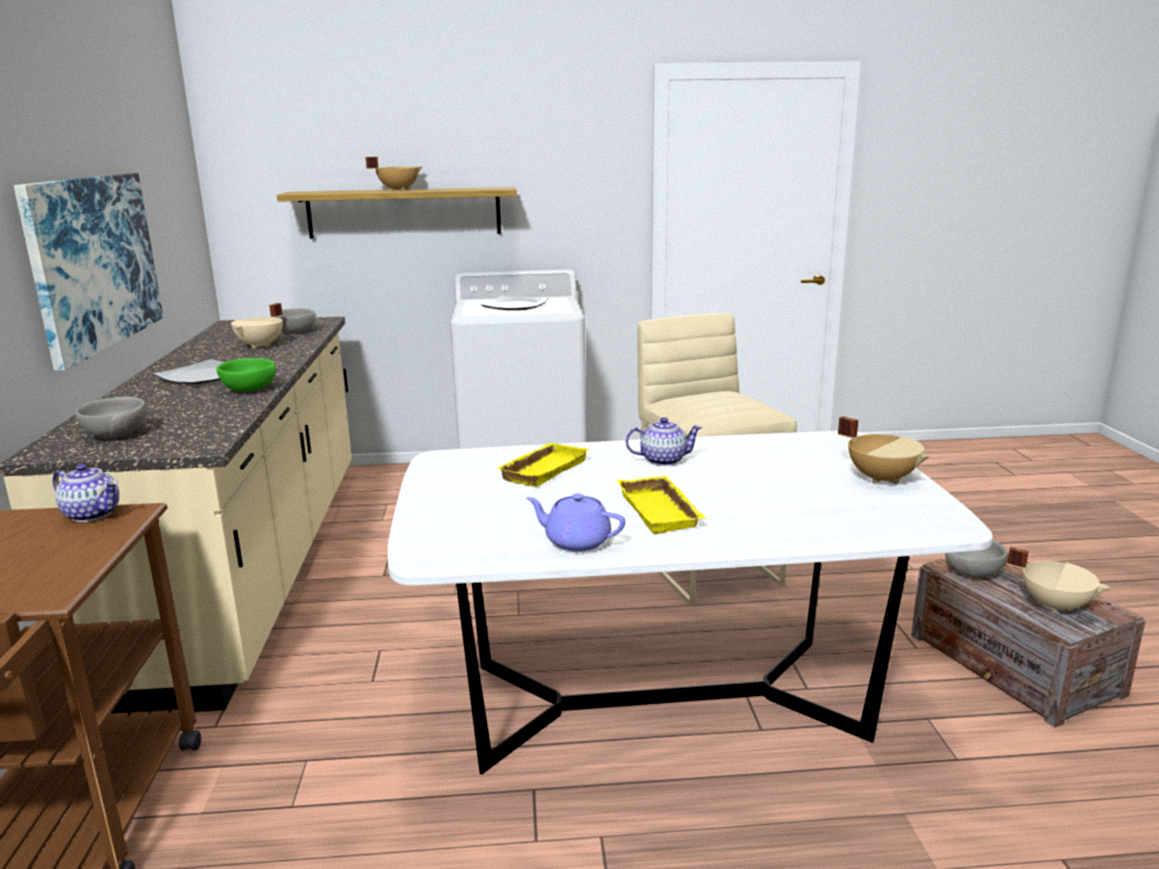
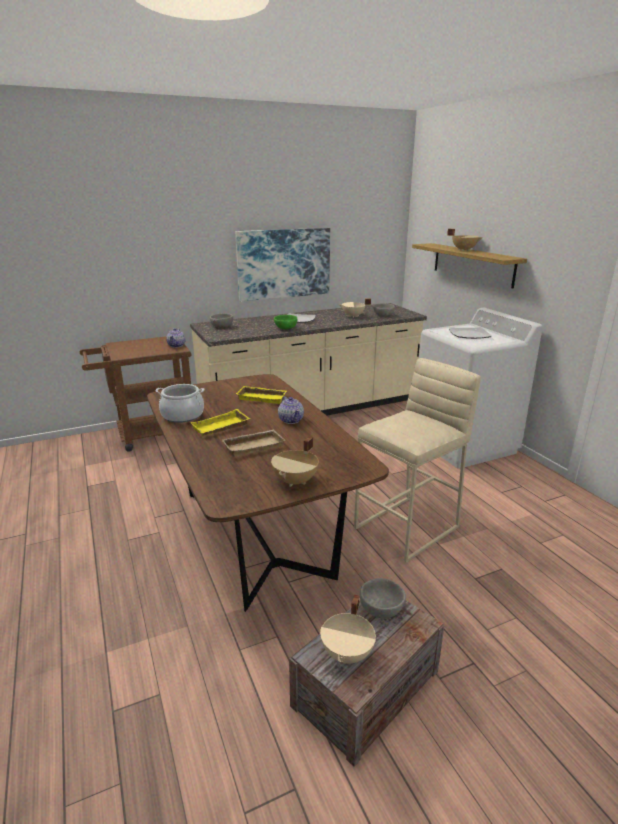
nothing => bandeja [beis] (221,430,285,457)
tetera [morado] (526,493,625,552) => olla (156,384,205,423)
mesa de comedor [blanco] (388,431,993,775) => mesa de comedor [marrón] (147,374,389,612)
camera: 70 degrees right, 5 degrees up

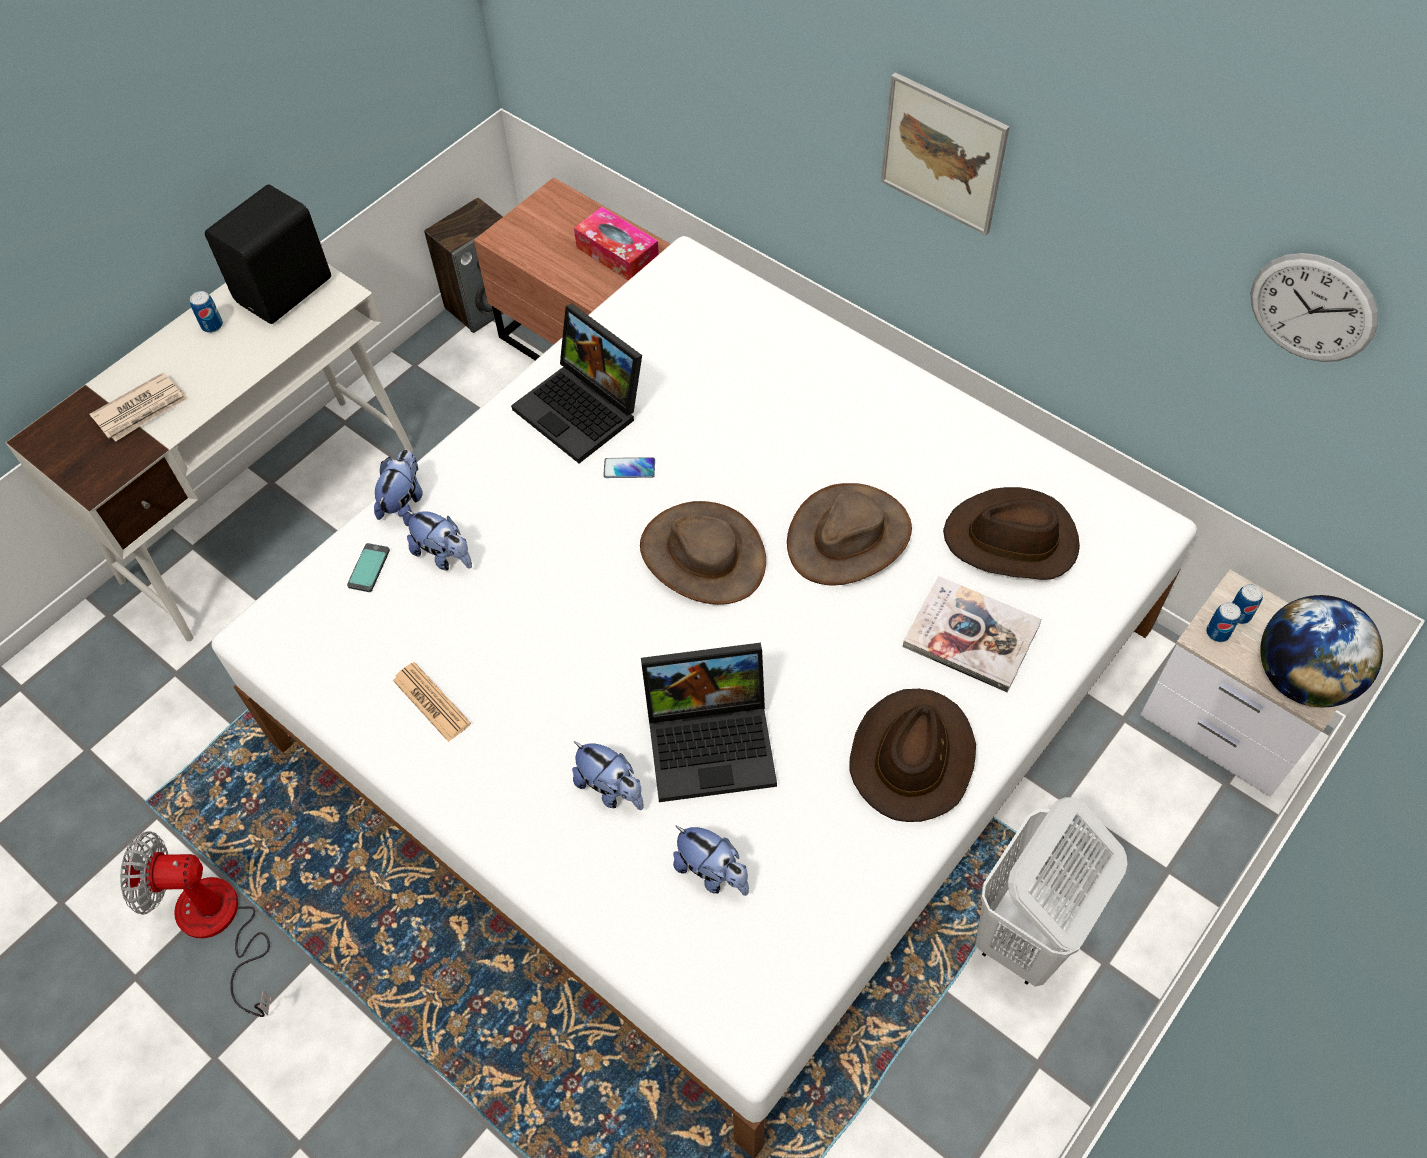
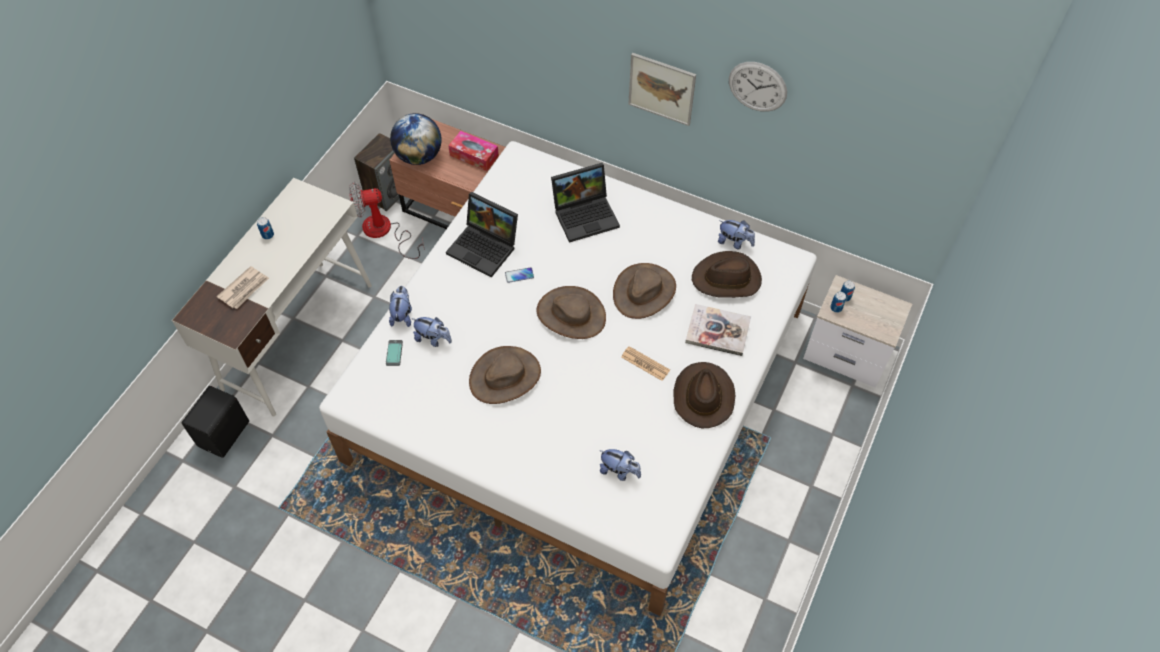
cesto de la ropa [blanco] (976,797,1127,987) => nothing
nothing => sombrero [marrón] (469,346,541,404)
ventilador (120,831,271,1017) => ventilador (349,182,425,259), relocated
altavoz [negro] (205,185,331,324) => altavoz [negro] (182,386,249,458), relocated
periódico (393,662,471,742) => periódico (621,346,670,381), relocated
peluche (572,741,644,810) => peluche (718,220,755,249), relocated
portátil (641,643,777,802) => portátil (551,163,620,243), relocated
reloj de pared (1251,253,1378,362) => reloj de pared (729,62,787,112), relocated
globo terráqueo (1260,595,1383,707) => globo terráqueo (390,113,442,165), relocated
camera: 15 degrees left, 0 degrees up

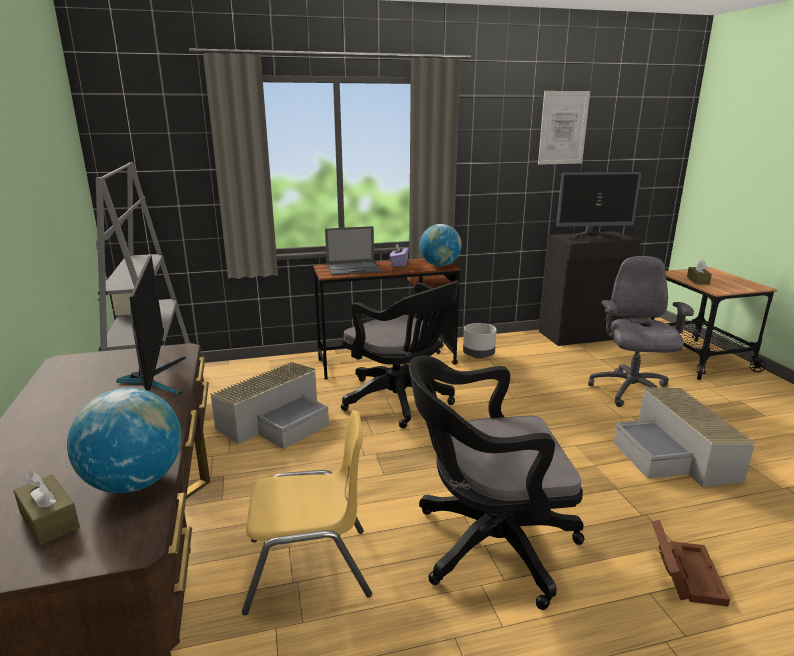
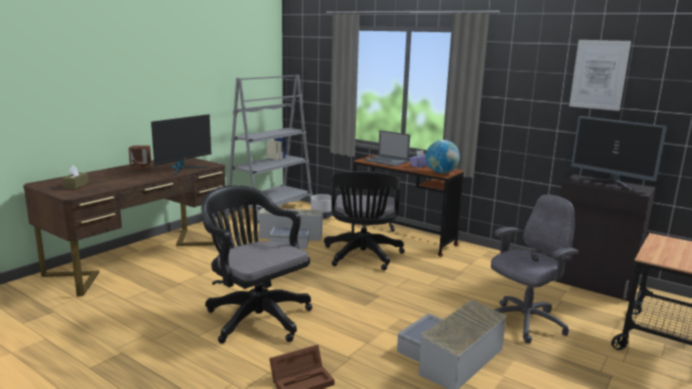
globo terráqueo (67,388,181,493) => nothing
silla [amarillo] (242,410,372,615) => nothing
caja de pañuelos [marrón] (687,260,712,285) => nothing
nothing => altavoz [marrón] (129,145,151,170)
maceta [gris] (463,323,497,358) => maceta [gris] (311,194,333,219), relocated
camera: 50 degrees right, 5 degrees down

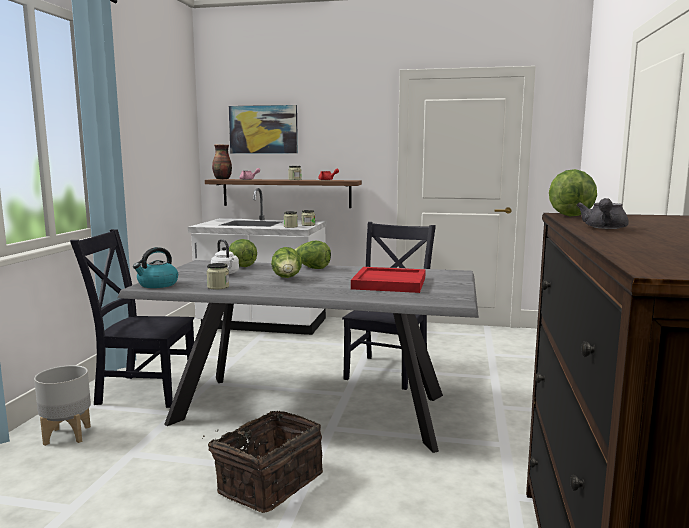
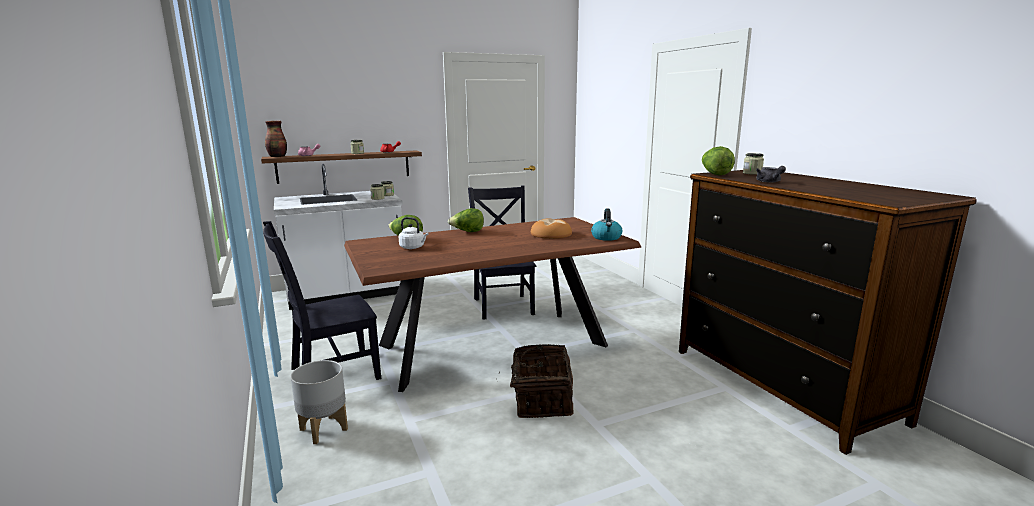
cuadro (229,105,298,154) => nothing
lechuga (271,247,302,278) => nothing
hervidor (133,247,178,288) => hervidor (591,209,622,241), relocated
tarro (207,263,229,289) => tarro (743,153,764,175), relocated
bandeja [rojo] (351,267,426,293) => pan (531,218,572,239)
mesa de comedor [gris] (117,260,479,453) => mesa de comedor [marrón] (344,217,641,392)
camera: 35 degrees left, 5 degrees up

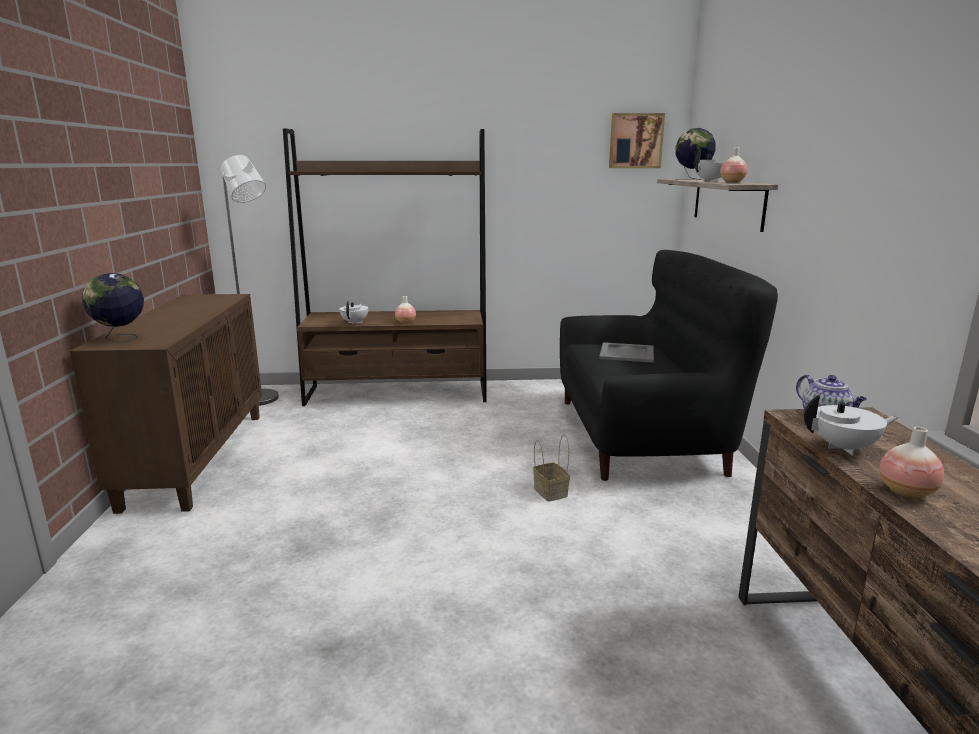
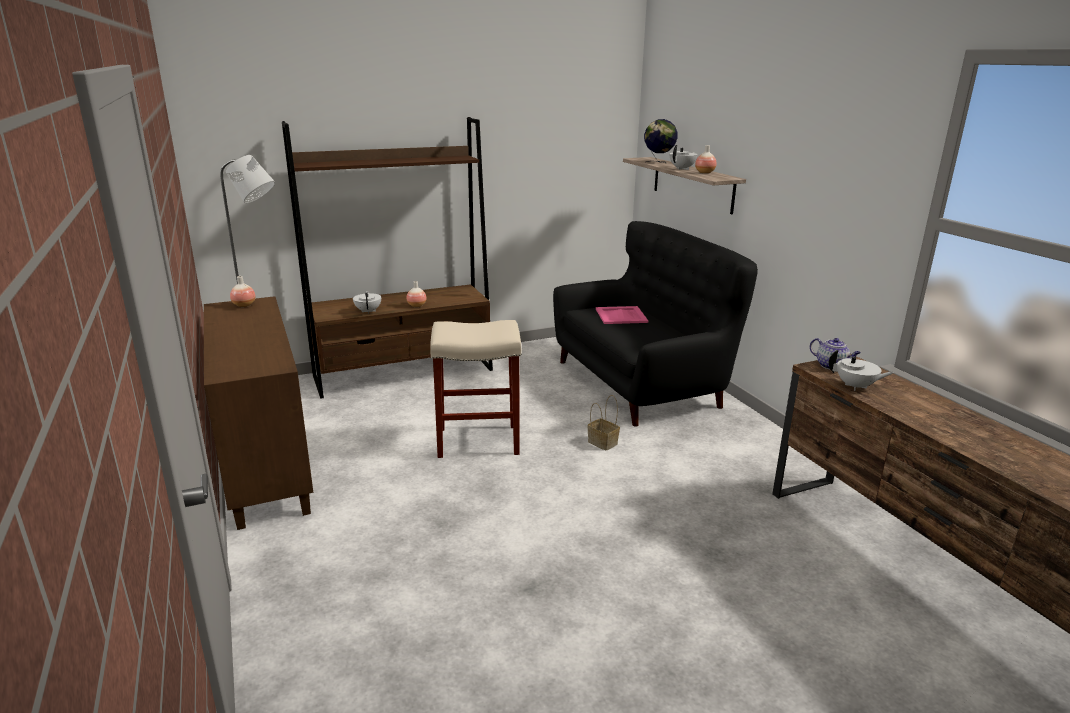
globo terráqueo (82,273,144,343) => nothing
cuadro (609,113,665,168) => nothing
nothing => taburete [beis] (430,320,521,458)
florero (879,427,944,498) => florero (230,276,255,307), relocated
bandeja [gris] (599,342,654,363) => bandeja [rosa] (596,306,648,324)
tetera [blanco] (804,395,899,456) => tetera [blanco] (829,350,894,391), 45 degrees clockwise
camera: 20 degrees left, 5 degrees up

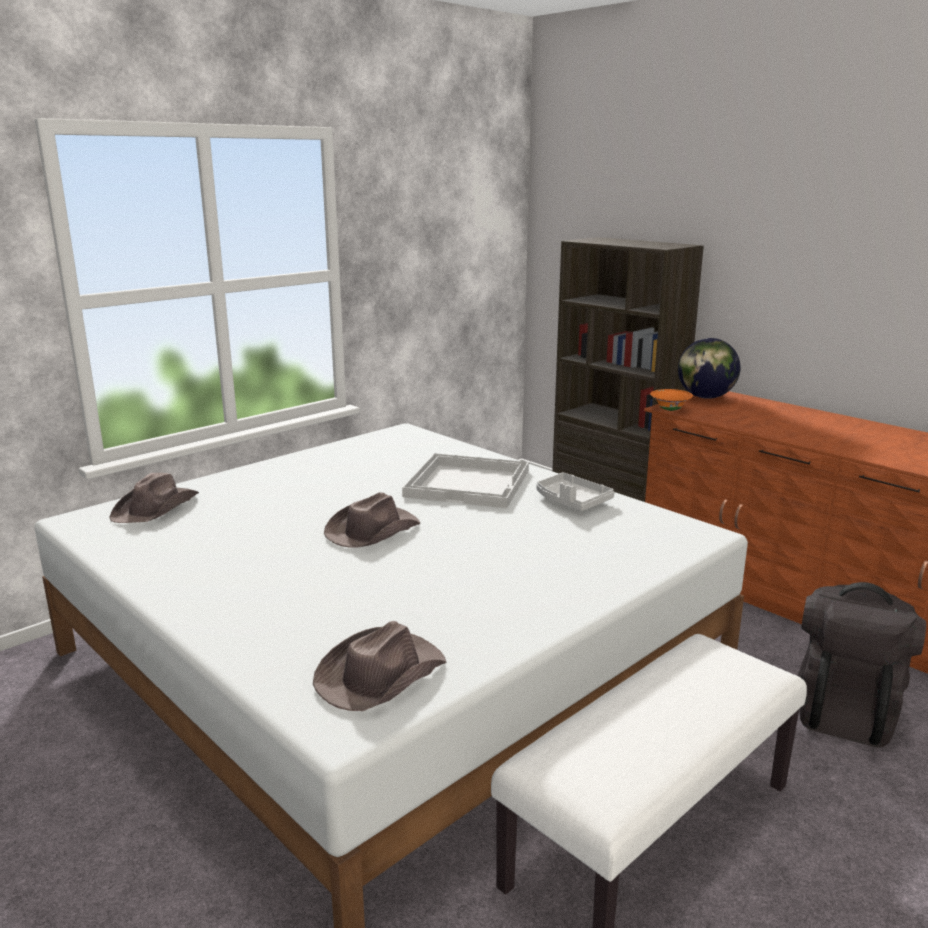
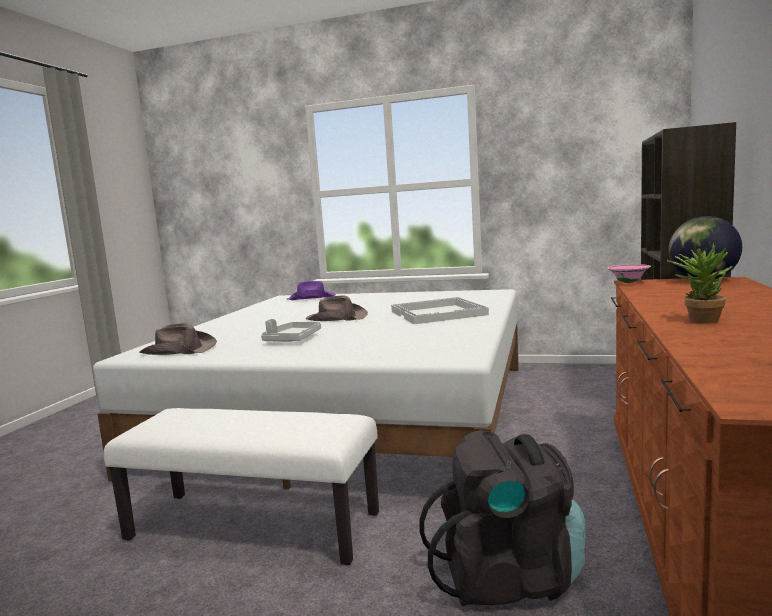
nothing => planta en maceta (667,243,733,324)
bandeja [gris] (536,472,614,511) => bandeja [gris] (261,319,321,342), relocated
sombrero [marrón] (109,473,199,523) => sombrero [morado] (287,281,336,300)
cuenco [naranja] (650,389,693,411) => cuenco [rosa] (607,264,651,283)
camera: 60 degrees right, 10 degrees down

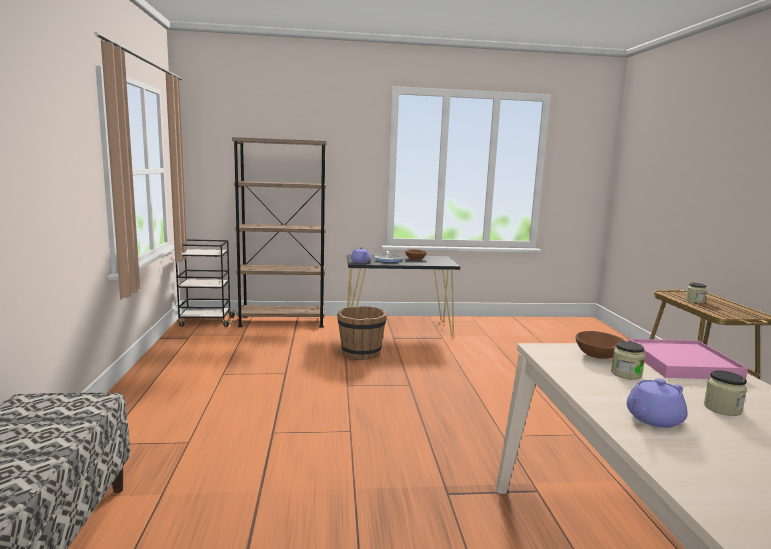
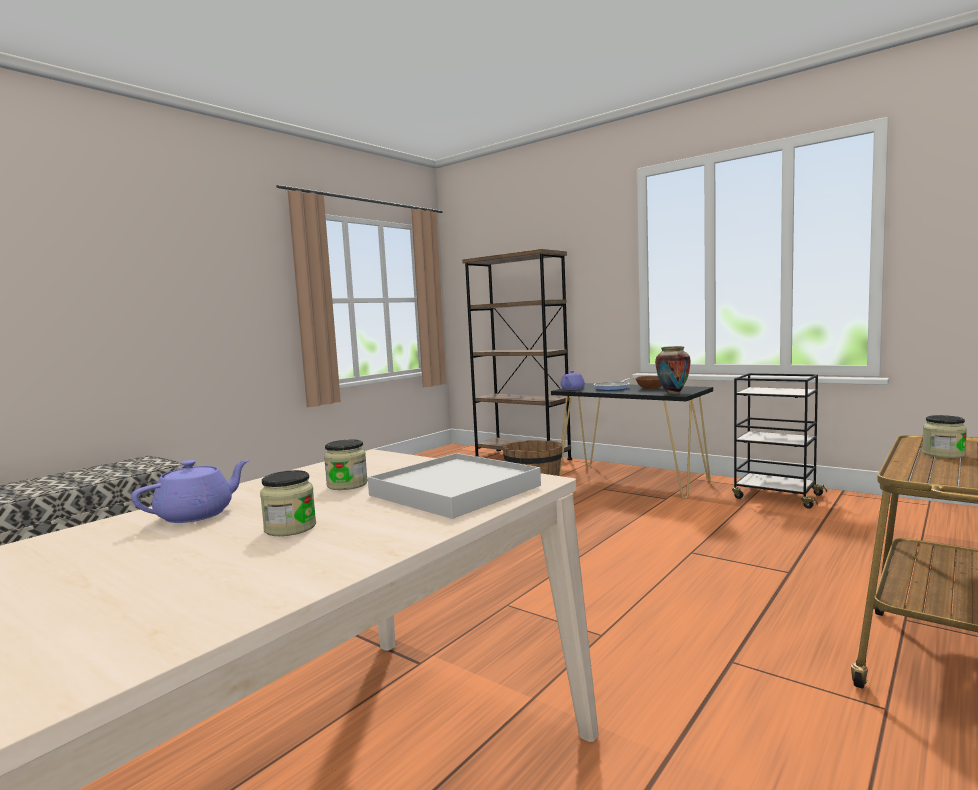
cuenco [marrón] (576,331,624,359) => nothing
nothing => florero (655,346,691,394)
carrito [negro] (176,239,237,327) => carrito [negro] (732,373,827,509), relocated
bandeja [rosa] (628,339,748,379) => bandeja [blanco] (368,453,541,519)
tetera [morado] (627,378,687,428) => tetera [morado] (131,460,249,523), 120 degrees clockwise
camera: 45 degrees right, 5 degrees down

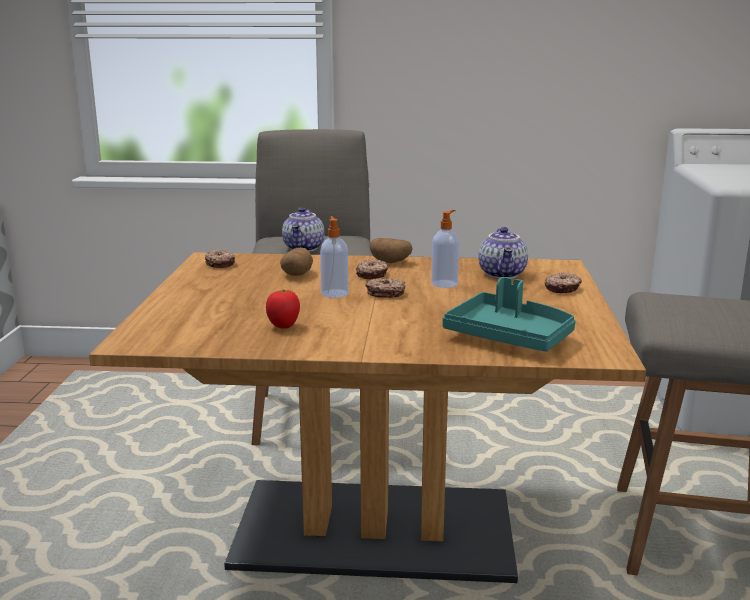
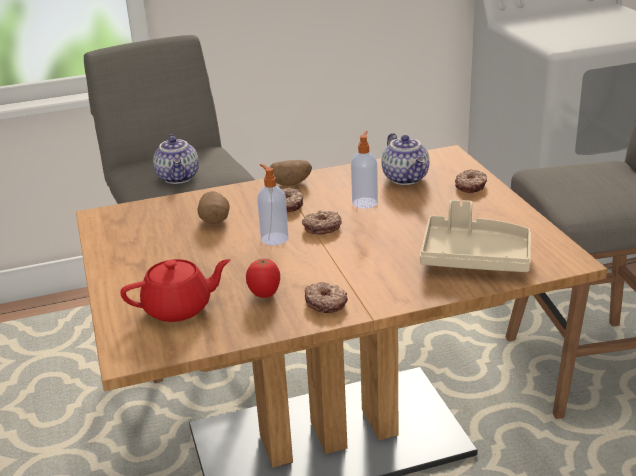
nothing => tetera [rojo] (120,259,230,322)
rosquilla (205,249,235,268) => rosquilla (305,282,348,313), relocated
bandeja [turquesa] (443,277,576,352) => bandeja [beis] (420,200,531,272)
camera: 20 degrees left, 10 degrees up

